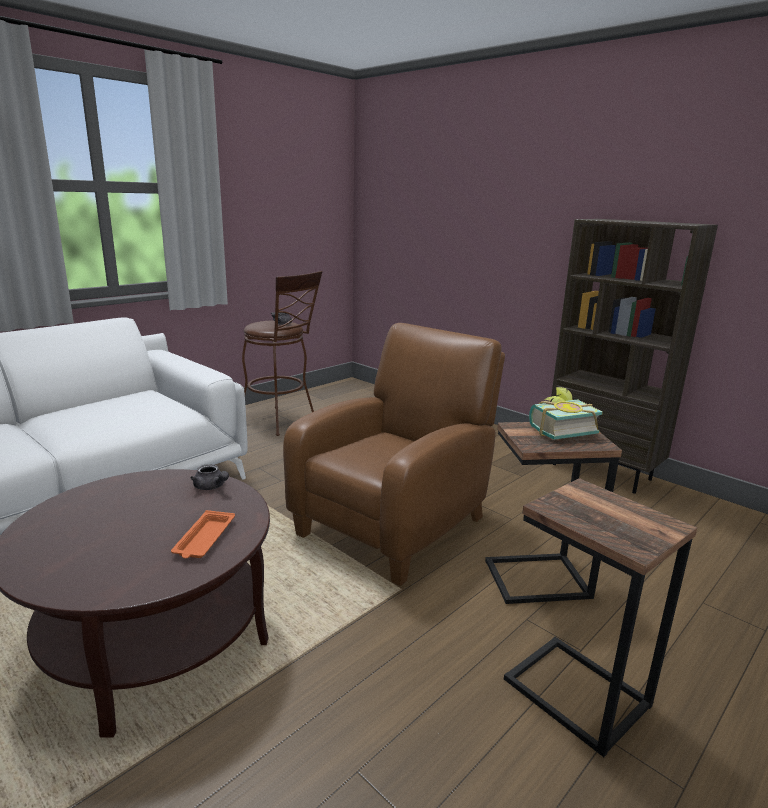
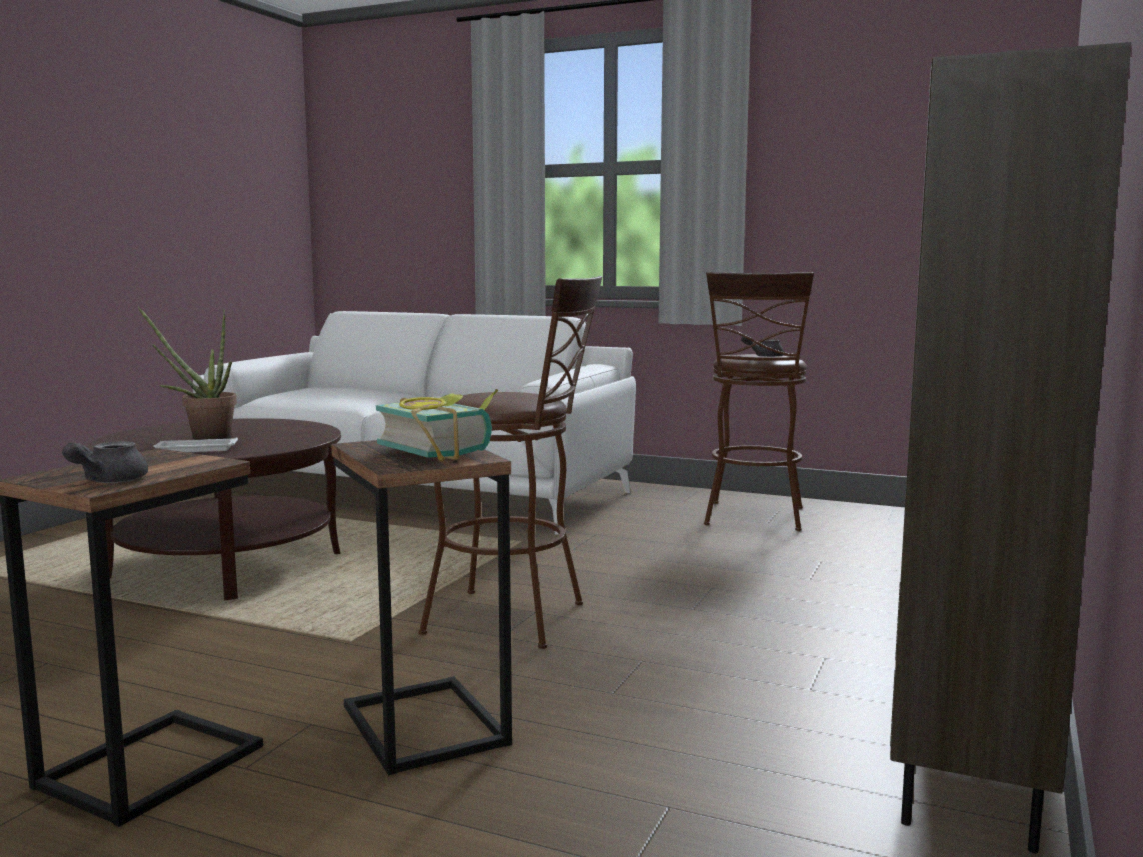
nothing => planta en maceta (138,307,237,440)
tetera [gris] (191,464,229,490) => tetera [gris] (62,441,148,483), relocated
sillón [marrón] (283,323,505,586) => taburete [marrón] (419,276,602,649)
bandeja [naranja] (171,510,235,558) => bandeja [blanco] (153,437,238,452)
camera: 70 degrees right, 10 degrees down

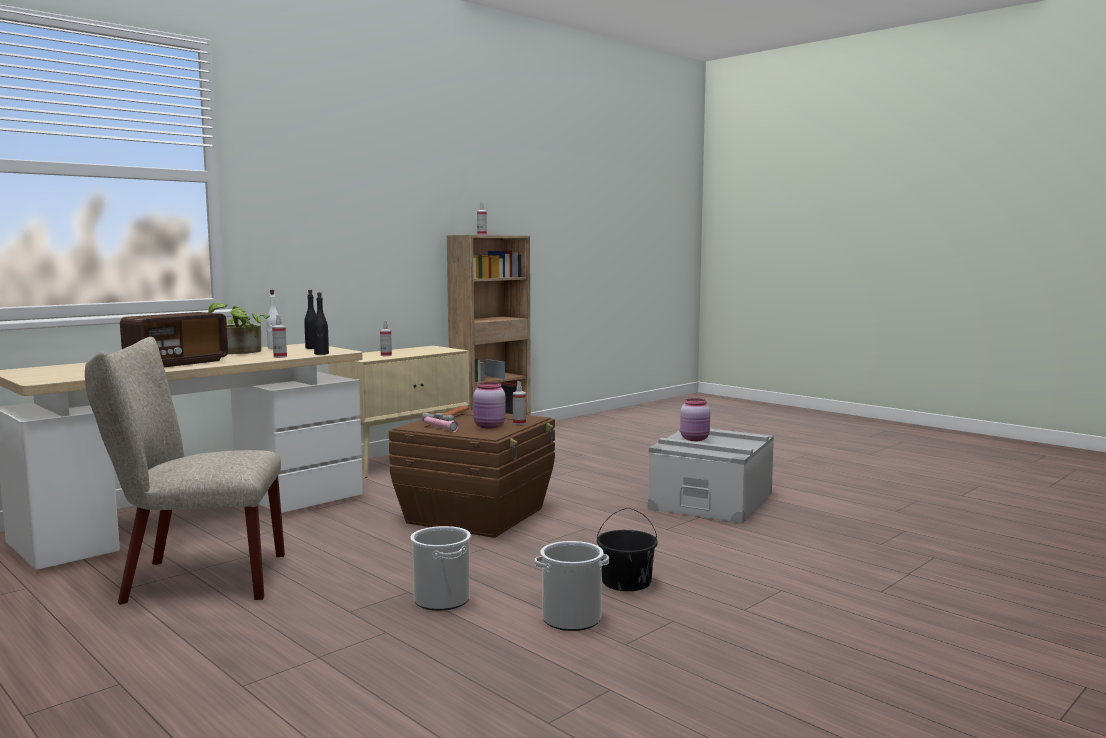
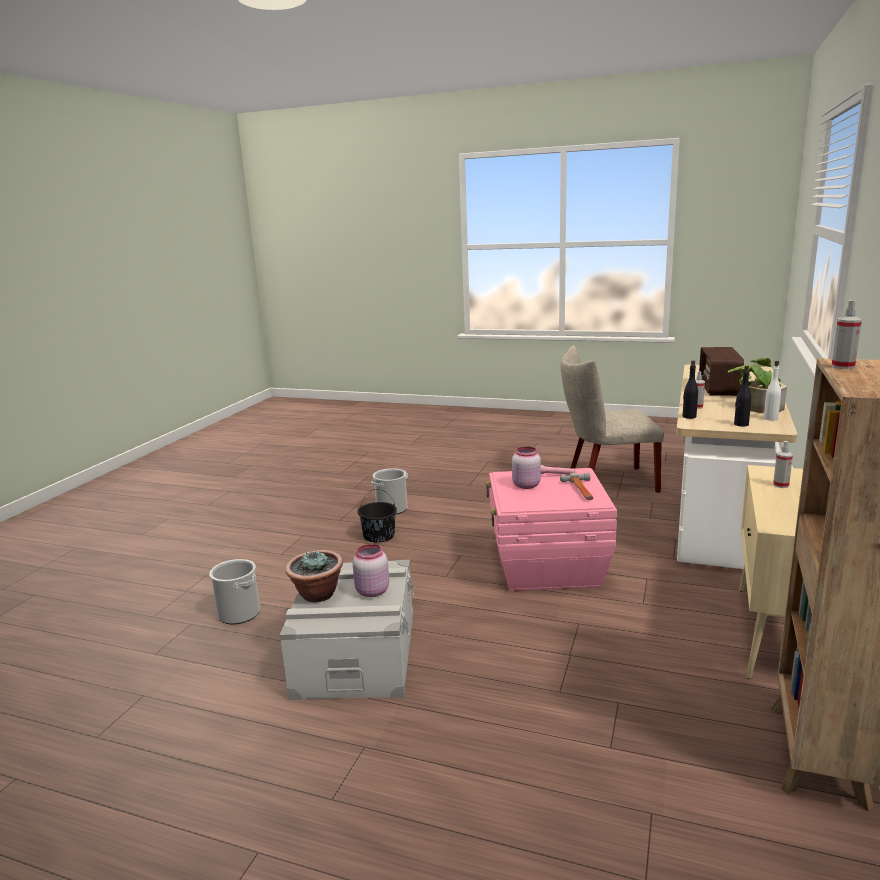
pulverizador (513,381,526,425) => nothing
nothing => planta en maceta (285,550,343,603)
cubo (411,526,471,611) => cubo (209,559,260,624), relocated
caja de almacenaje [marrón] (389,409,555,538) => caja de almacenaje [rosa] (486,468,617,591)
silla [beis] (85,337,285,605) => silla [beis] (561,345,664,493), 150 degrees counterclockwise
camera: 155 degrees right, 10 degrees up

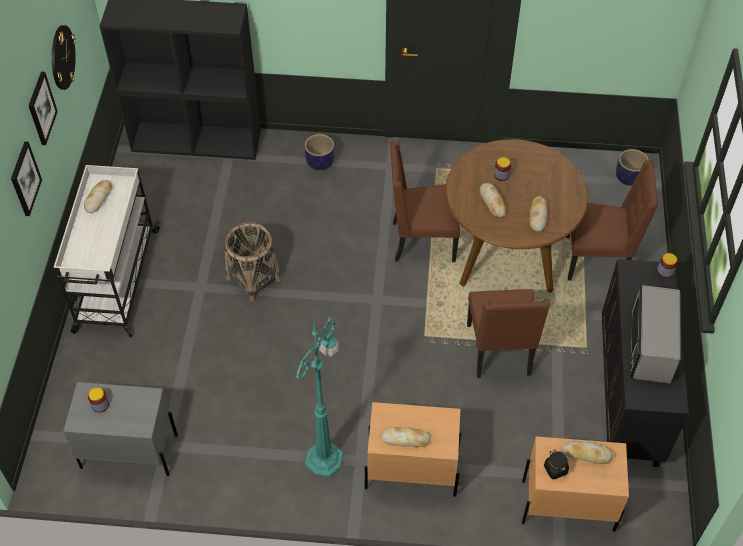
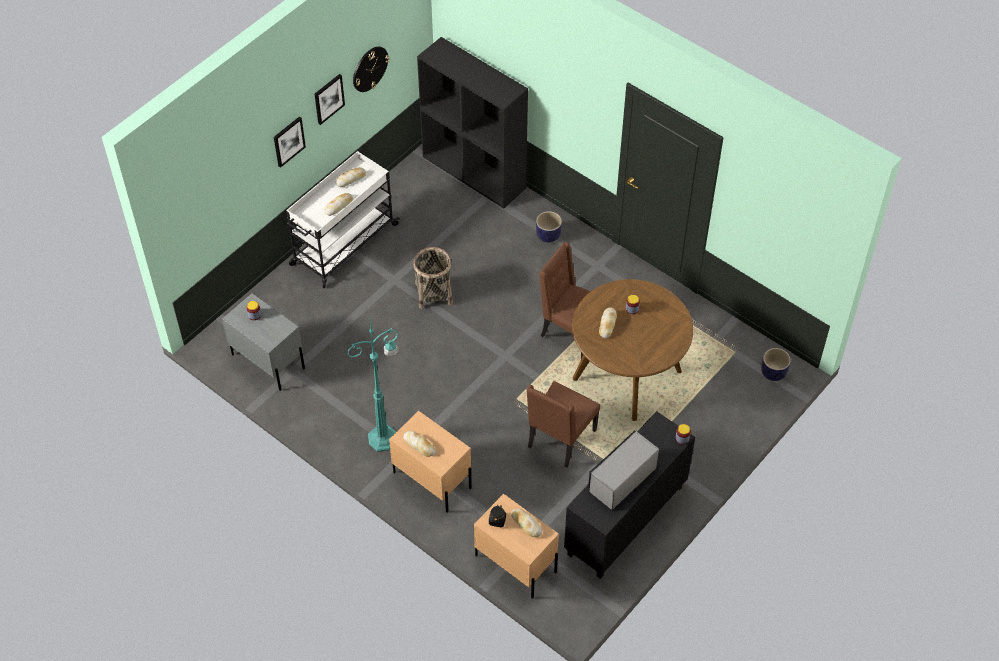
silla [marrón] (566,160,658,281) => nothing
pan (529,196,548,232) => pan (325,193,353,216), relocated
camera: 35 degrees right, 0 degrees up

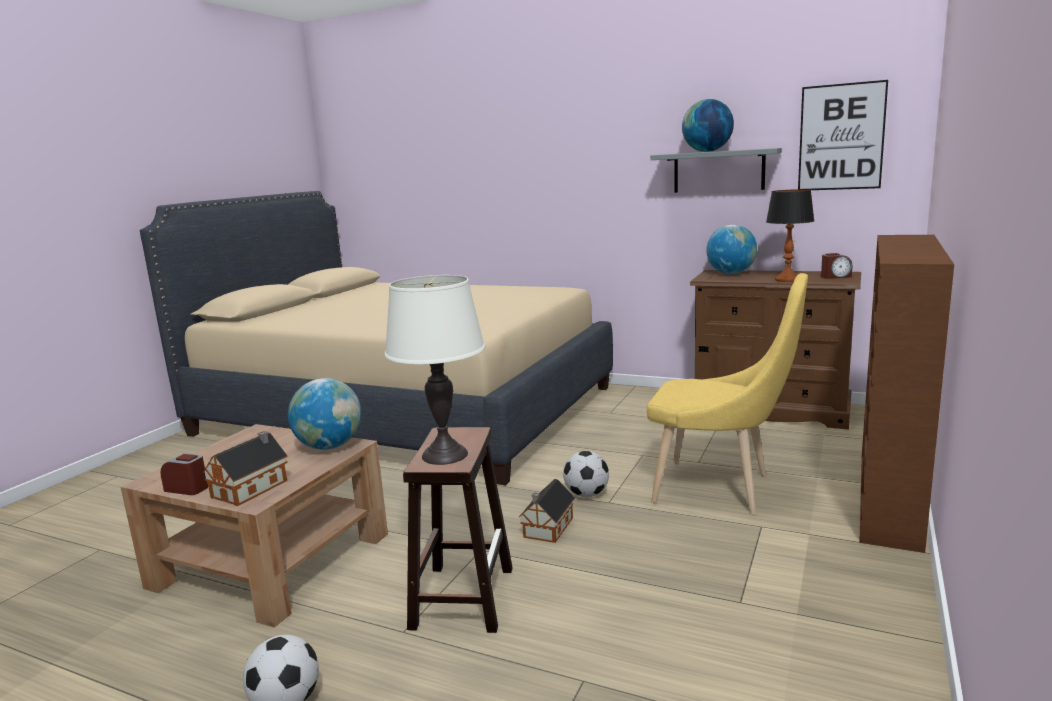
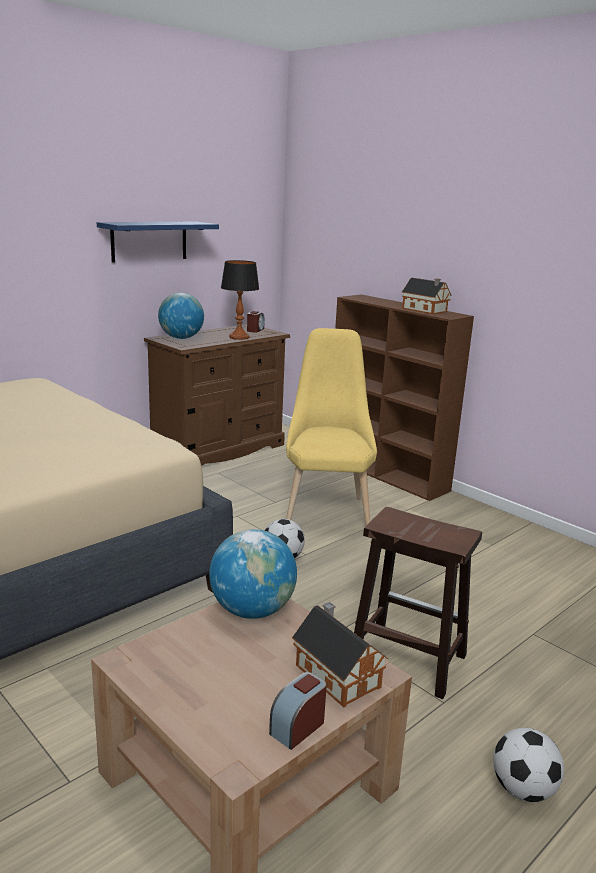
lámpara de mesa [blanco] (384,275,485,465) => nothing
globo terráqueo (682,99,734,152) => nothing
cuadro (798,80,888,190) => nothing
casita (519,479,575,543) => casita (402,278,452,314), relocated
estante [gris] (650,148,782,193) => estante [azul] (97,222,219,263)
silla [amarillo] (647,273,808,515) => silla [amarillo] (286,328,377,525), 45 degrees counterclockwise
camera: 70 degrees left, 5 degrees up

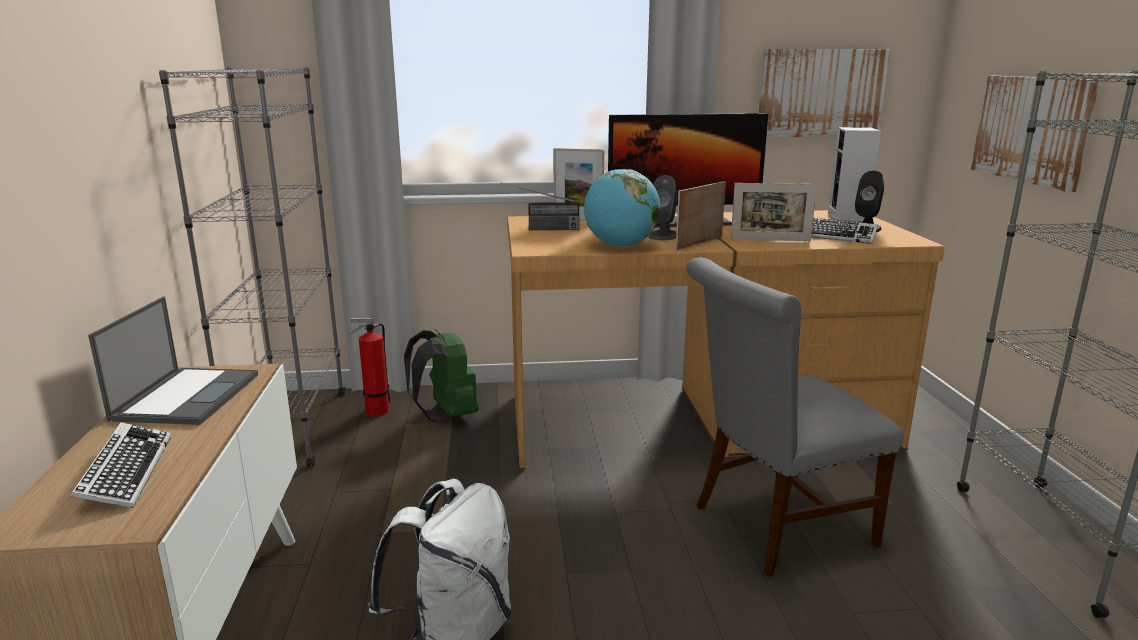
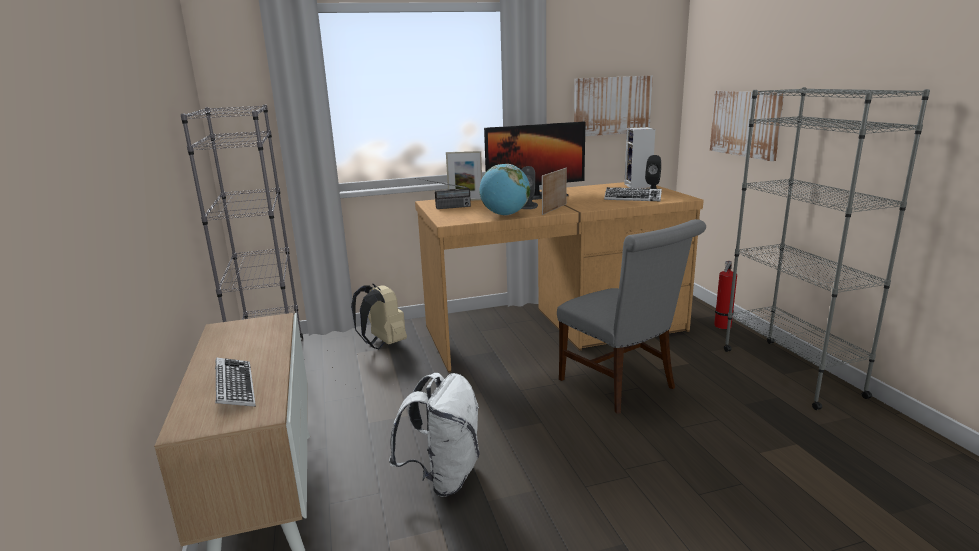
portátil (88,296,258,425) => nothing
portarretratos (731,183,817,241) => nothing
extintor (349,318,390,416) => extintor (714,261,737,329), relocated
mochila [verde] (404,329,479,423) => mochila [beis] (351,284,407,349)
silla [gris] (686,258,904,577) => silla [gris] (557,219,706,414), 90 degrees counterclockwise
camera: 10 degrees left, 0 degrees up

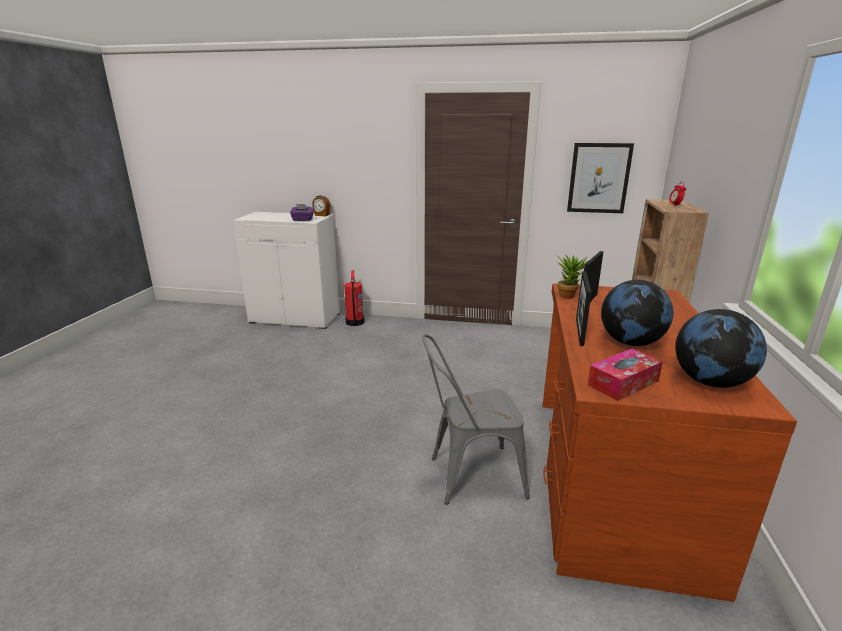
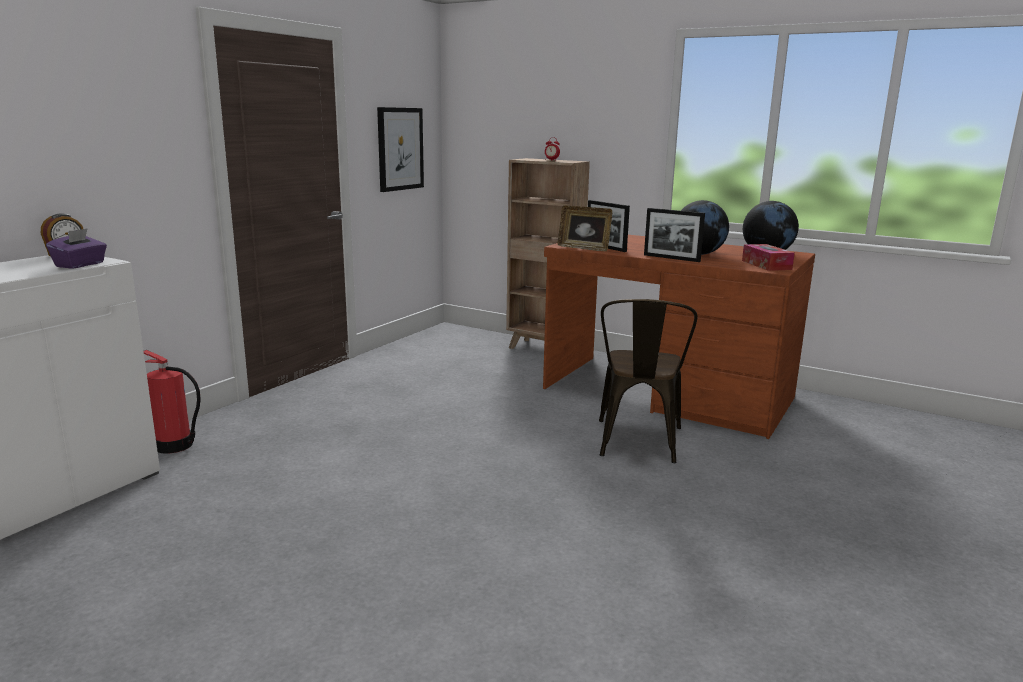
planta en maceta (556,255,588,299) => portarretratos (558,205,612,251)
silla [gris] (422,334,530,505) => silla [marrón] (599,299,698,463)
camera: 70 degrees left, 5 degrees down

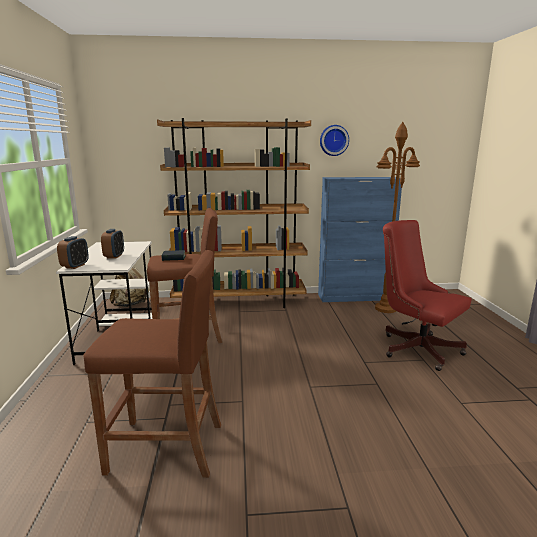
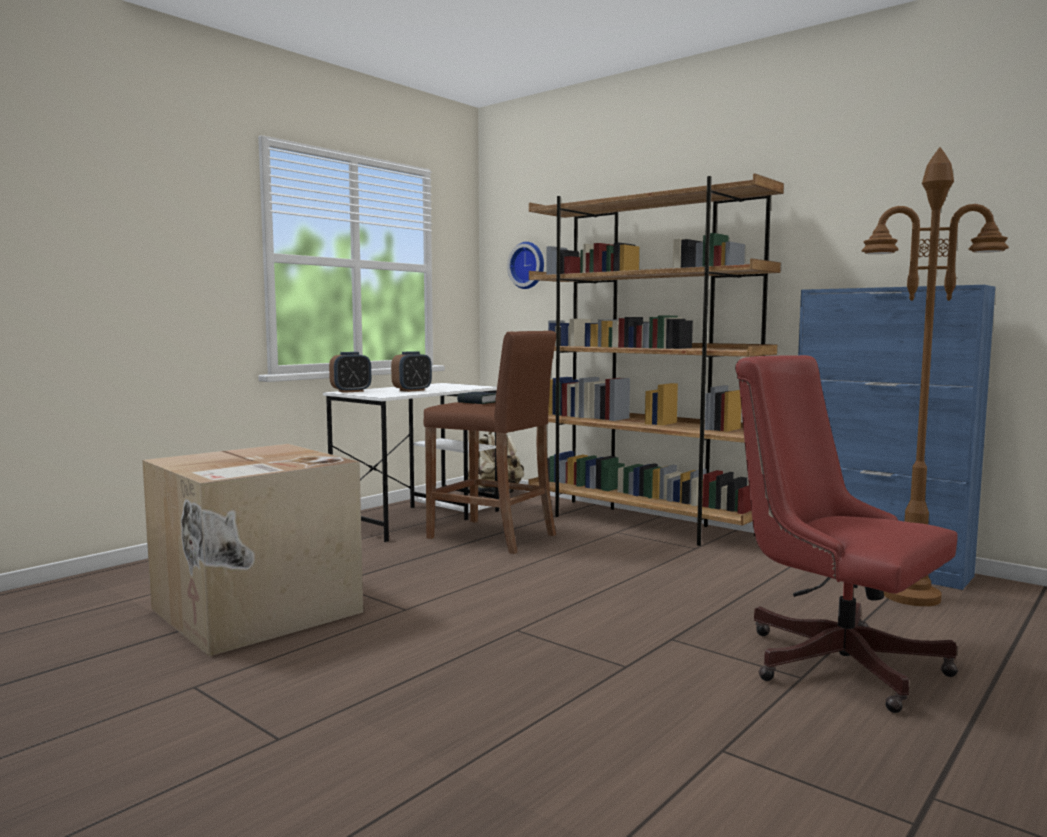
reloj de pared (320,125,349,156) => reloj de pared (507,242,544,289), relocated
taburete [marrón] (83,250,221,478) => caja de cartón (142,444,363,657)
silla de oficina [rojo] (383,220,471,371) => silla de oficina [rojo] (735,355,958,713), 45 degrees counterclockwise
camera: 45 degrees right, 10 degrees down

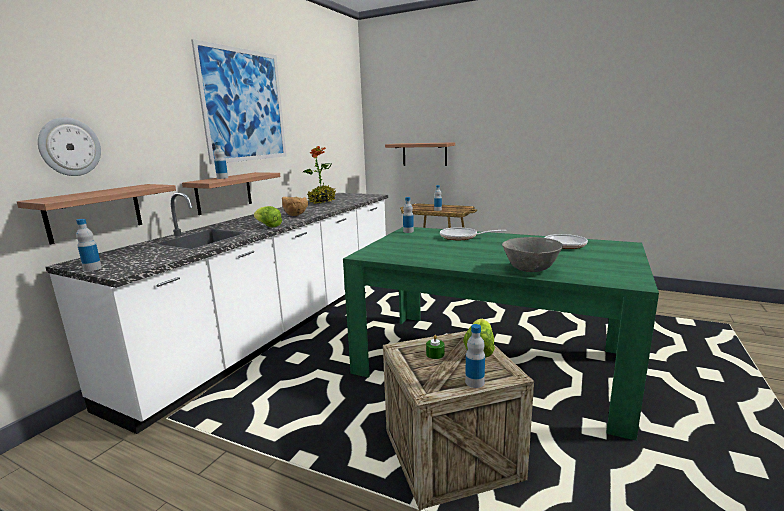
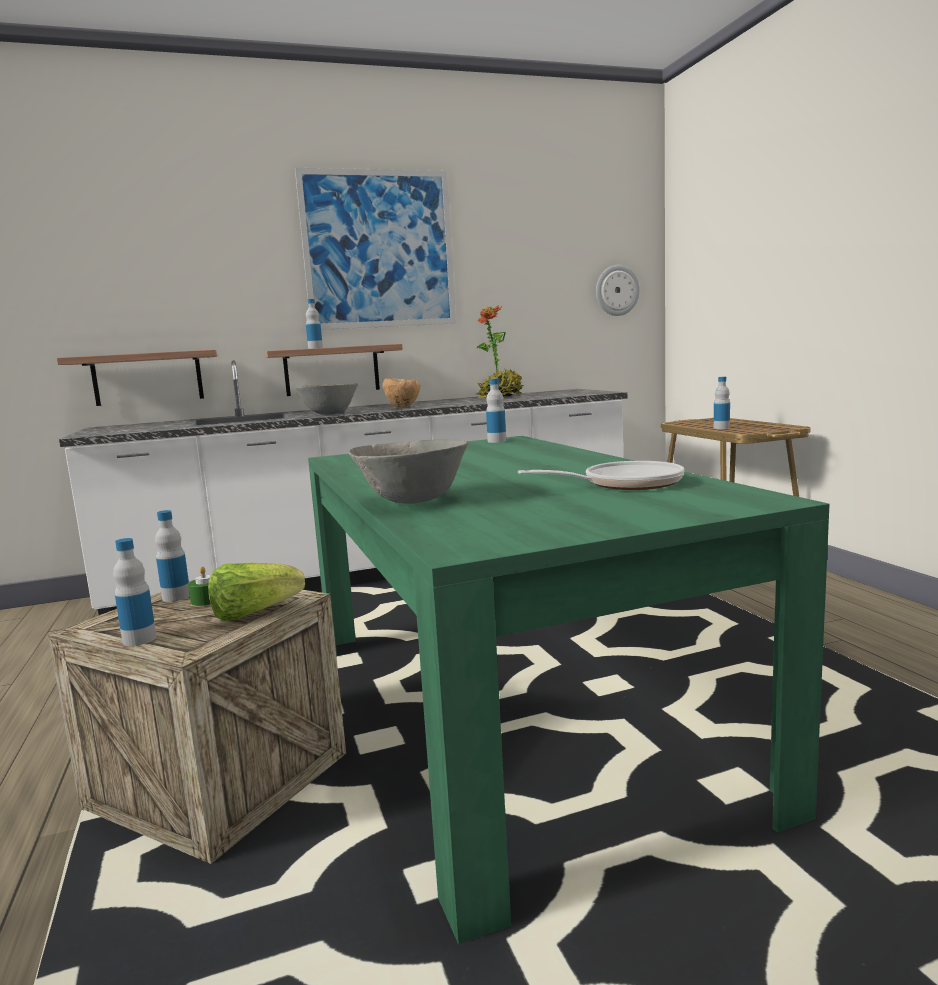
estante (385,142,455,166) => nothing
sartén (440,227,506,240) => nothing
reloj de pared (38,117,101,176) => reloj de pared (596,265,640,316), relocated
botella (76,219,102,271) => botella (155,510,190,602), relocated
lechuga (254,206,282,227) => cuenco [gris] (295,384,358,415)
camera: 45 degrees right, 5 degrees down

